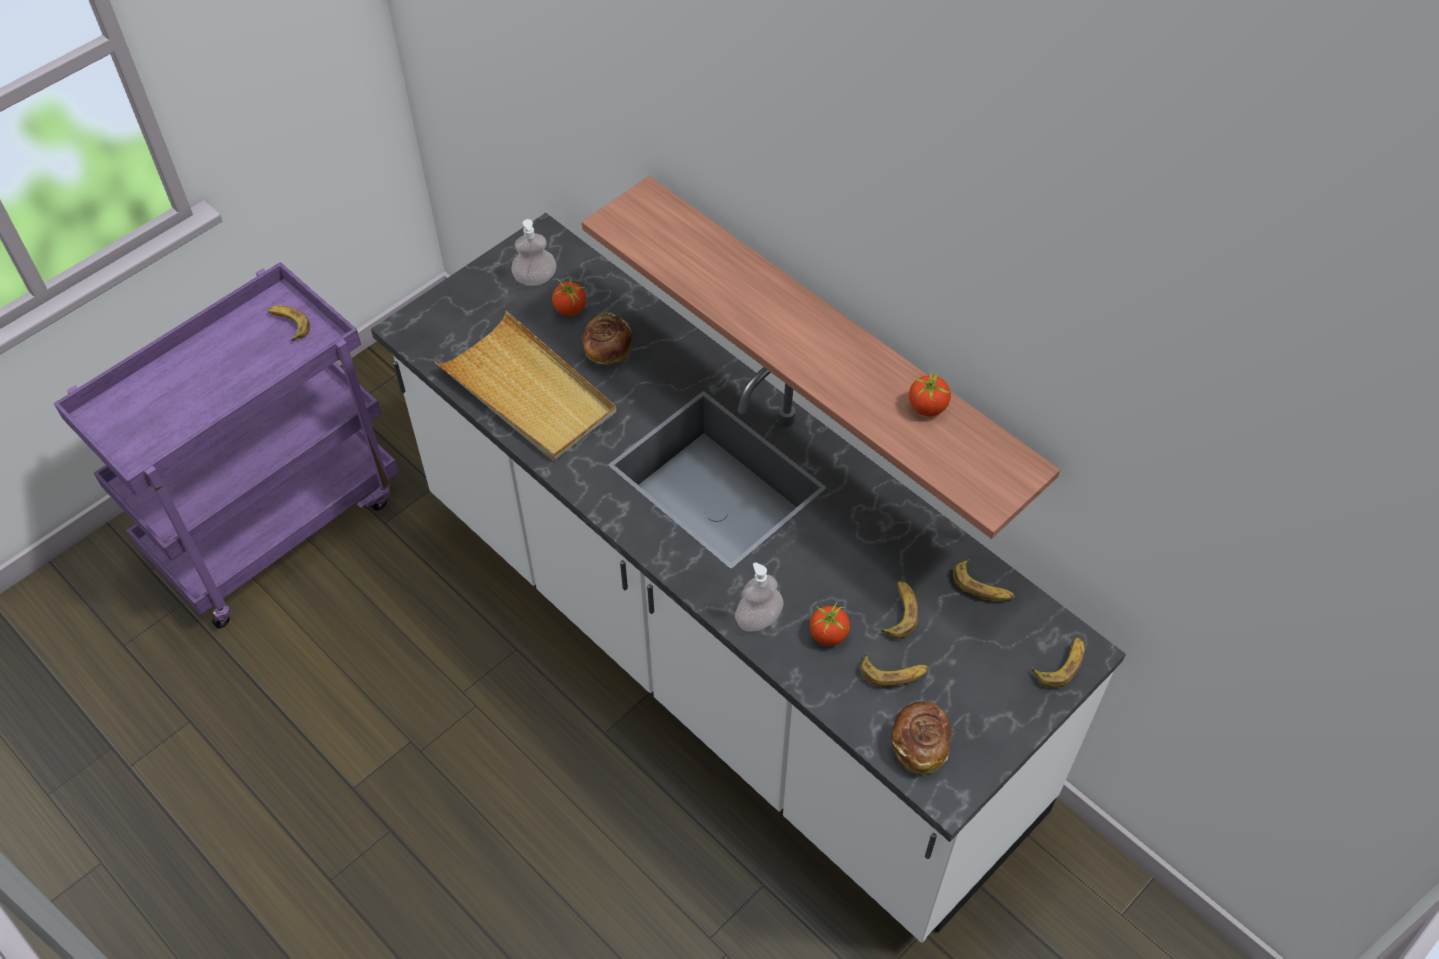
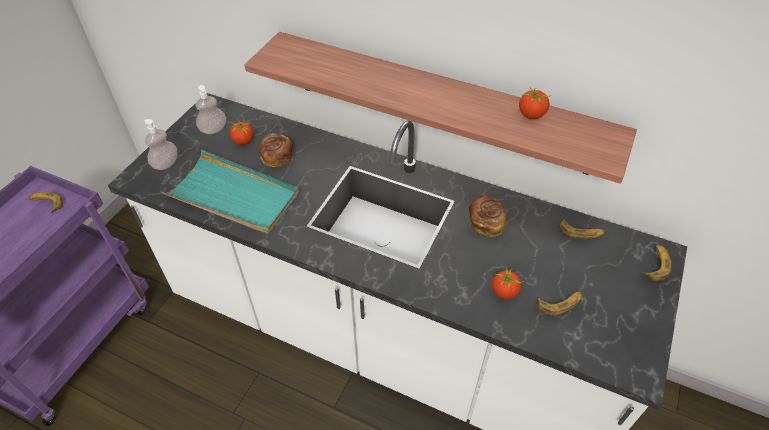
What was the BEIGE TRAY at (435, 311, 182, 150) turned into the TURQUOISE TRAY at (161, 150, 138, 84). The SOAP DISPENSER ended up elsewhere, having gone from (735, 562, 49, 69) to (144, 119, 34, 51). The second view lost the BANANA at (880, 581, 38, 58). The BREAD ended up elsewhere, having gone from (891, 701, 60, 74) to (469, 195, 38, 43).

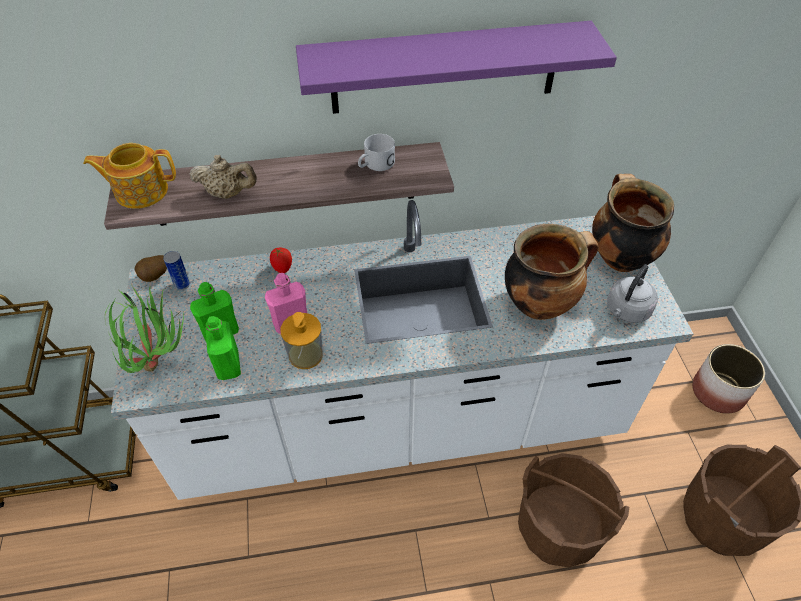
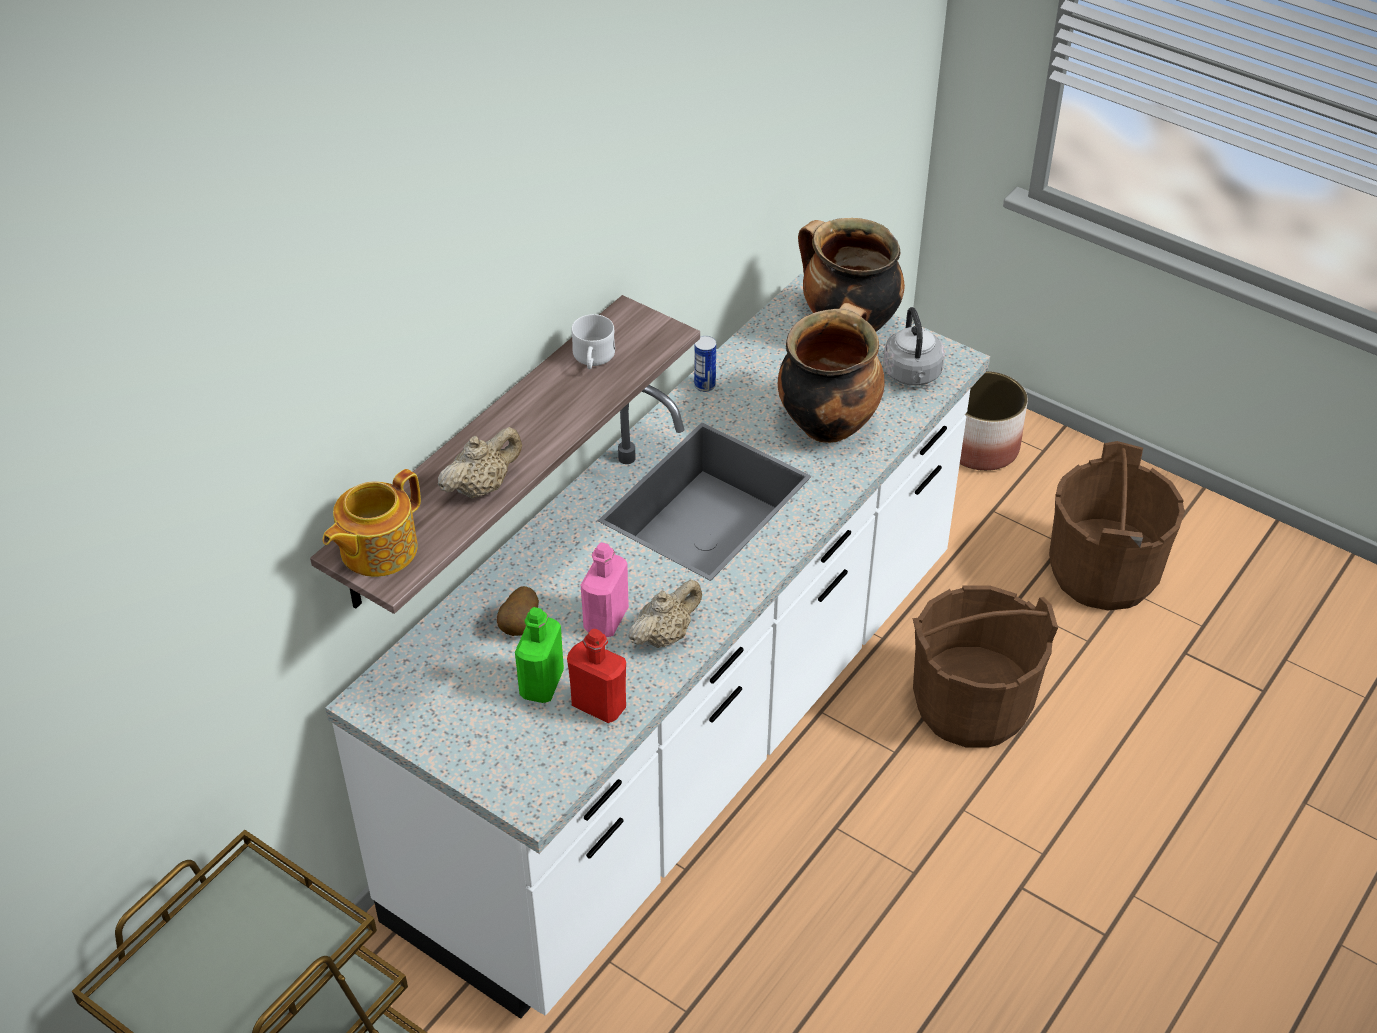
The second view lost the PURPLE SHELF at (296, 21, 321, 93). The second view lost the TOMATO at (270, 248, 22, 25). The CAN ended up elsewhere, having gone from (163, 251, 27, 39) to (694, 336, 22, 56). The POTATO ended up elsewhere, having gone from (134, 255, 33, 27) to (497, 586, 42, 50). The second view lost the POTTED PLANT at (105, 284, 79, 89). Where the SOAP DISPENSER stood at (280, 312, 43, 57), the BEIGE TEAPOT came to stand at (628, 580, 74, 68). What was the GREEN BOTTLE at (205, 316, 36, 64) turned into the RED BOTTLE at (567, 629, 59, 94).

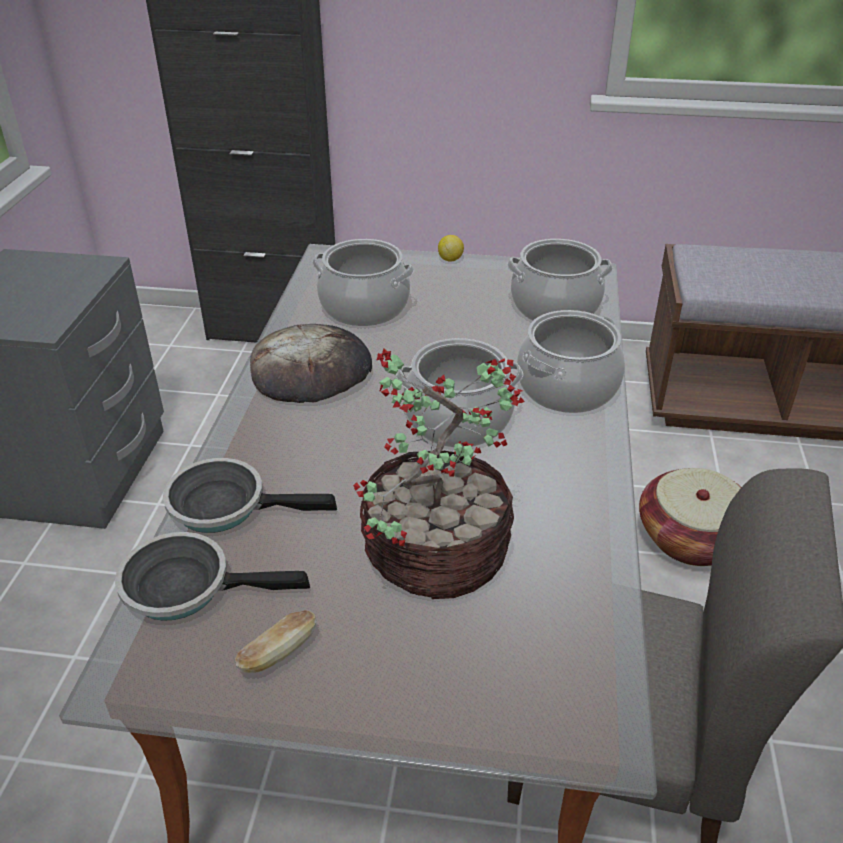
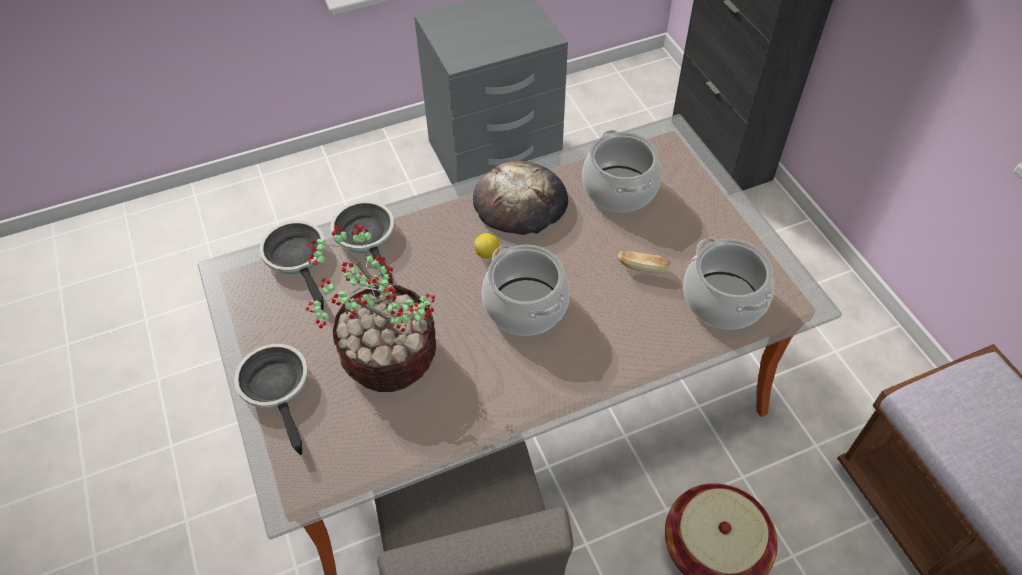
The LEMON ended up elsewhere, having gone from (438, 235, 26, 27) to (474, 233, 26, 26). The second view lost the COOKING POT at (517, 310, 108, 103). The BREAD ended up elsewhere, having gone from (235, 610, 81, 63) to (618, 251, 53, 22). The second view gained the FRYING PAN at (234, 344, 74, 111).

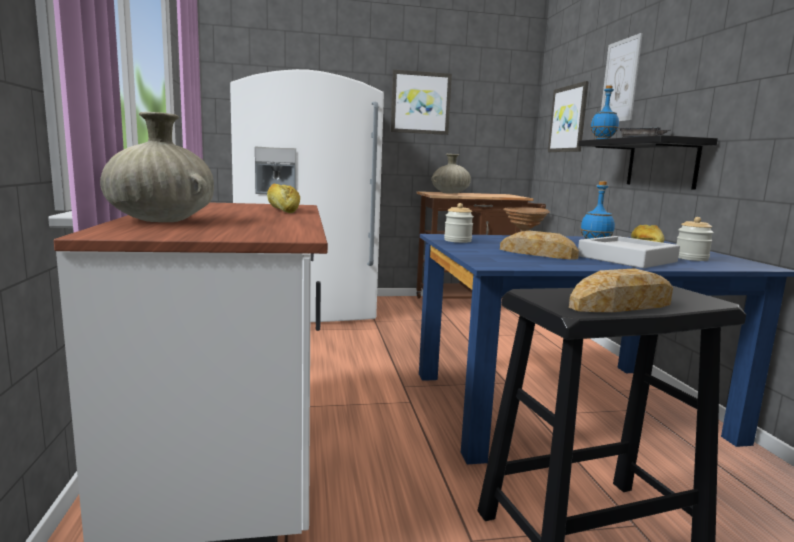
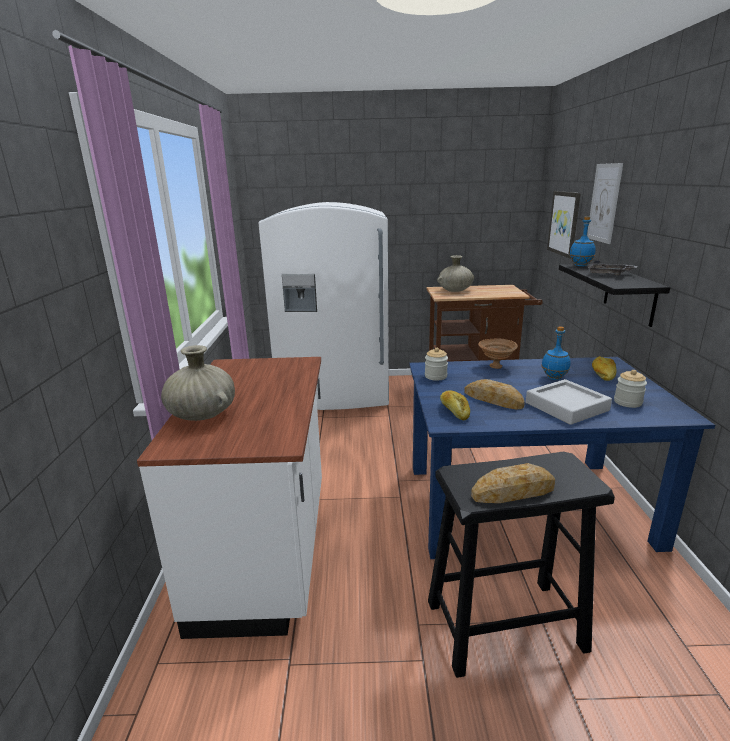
The second view lost the PICTURE at (391, 70, 61, 65). The BREAD ended up elsewhere, having gone from (267, 184, 33, 29) to (440, 390, 30, 30).

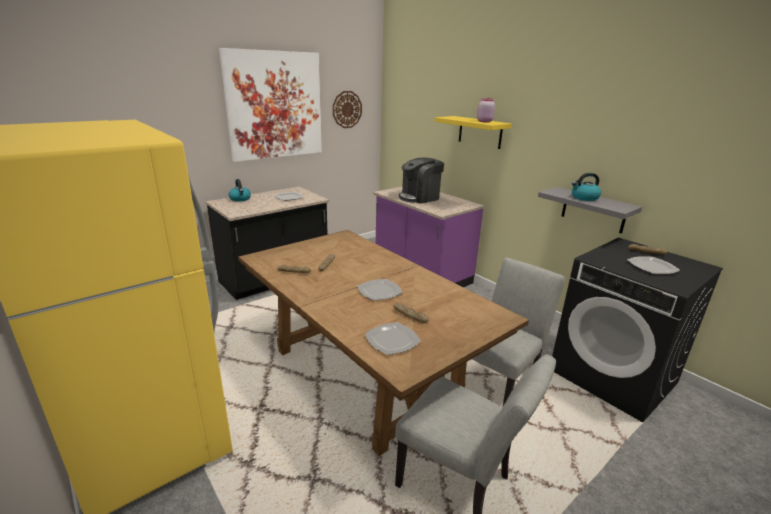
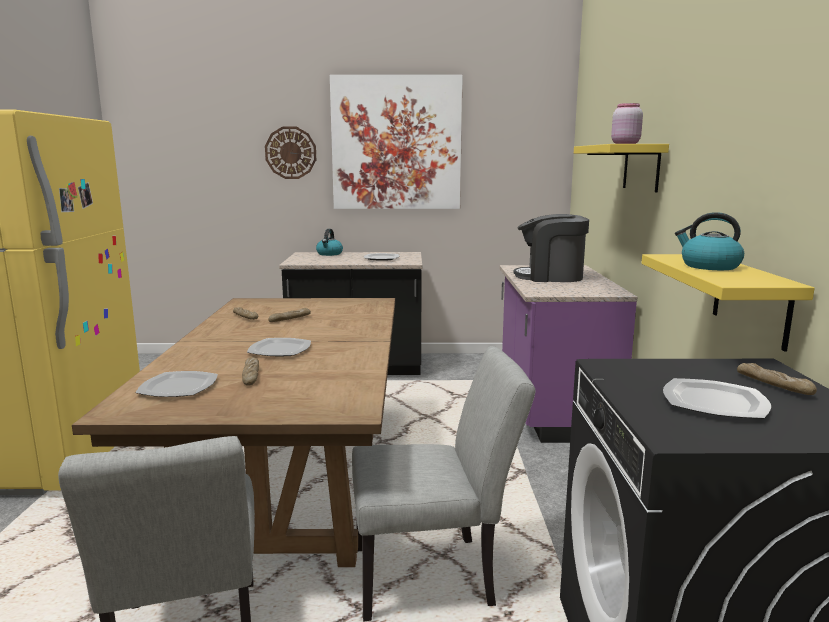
The WALL CLOCK ended up elsewhere, having gone from (333, 91, 29, 37) to (265, 126, 51, 53). What was the GREY SHELF at (538, 187, 104, 47) turned into the YELLOW SHELF at (641, 254, 174, 97).

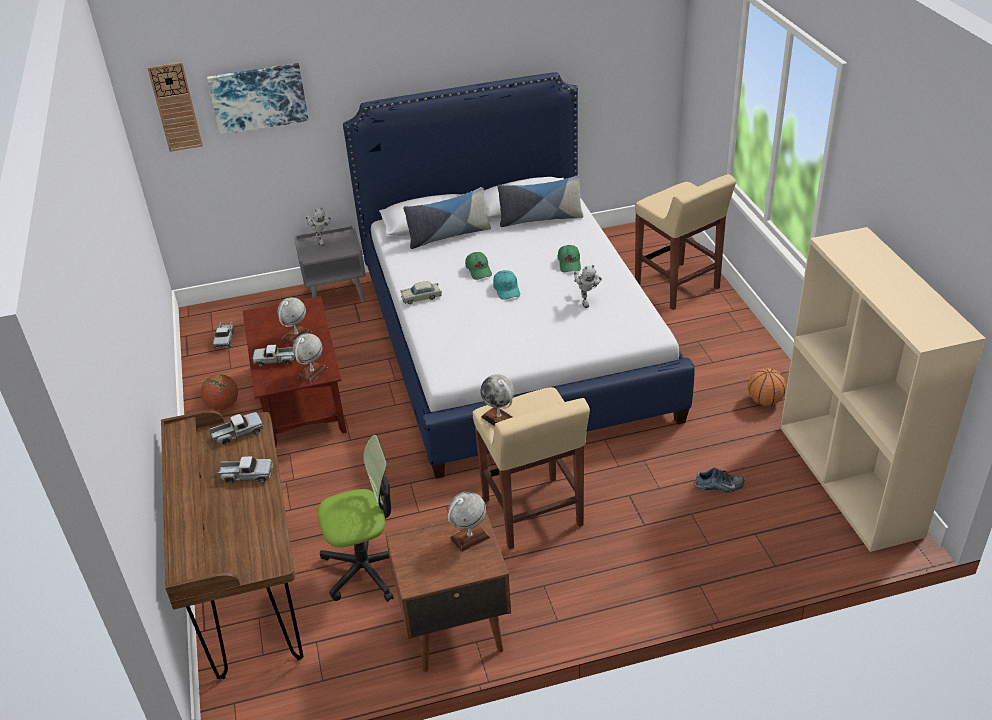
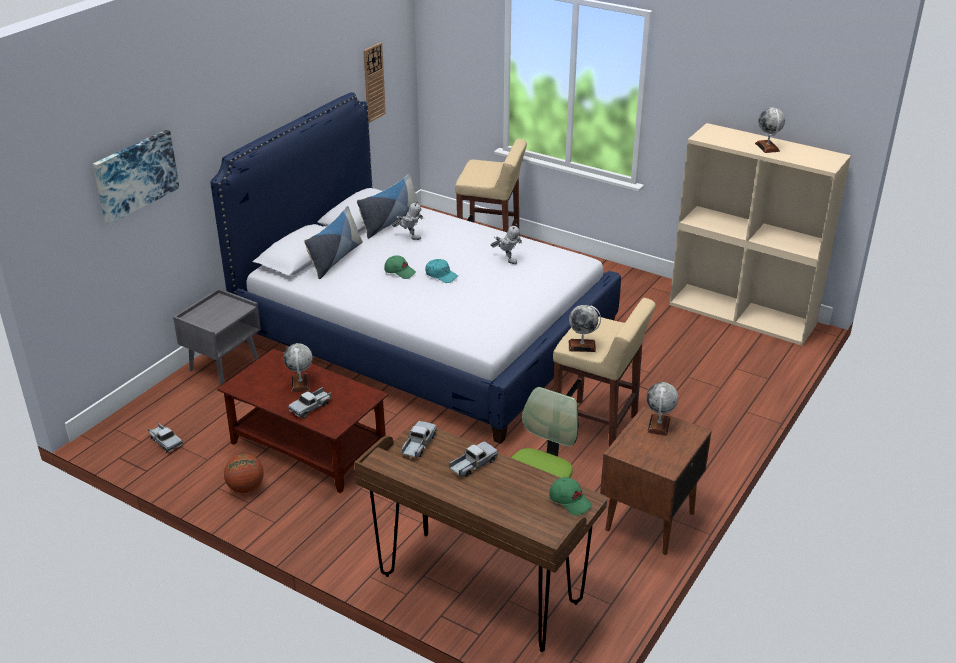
The WALL CLOCK ended up elsewhere, having gone from (147, 62, 56, 90) to (363, 42, 23, 81). The TOY ROBOT ended up elsewhere, having gone from (305, 207, 26, 39) to (392, 201, 32, 39). The GREEN CAP ended up elsewhere, having gone from (558, 245, 23, 27) to (549, 477, 43, 39). The second view lost the BEIGE TOY CAR at (401, 281, 41, 23). The GLOBE ended up elsewhere, having gone from (293, 333, 35, 50) to (755, 108, 30, 45). The second view lost the BASKETBALL at (748, 368, 38, 38). The second view lost the SHOE at (695, 468, 49, 25).

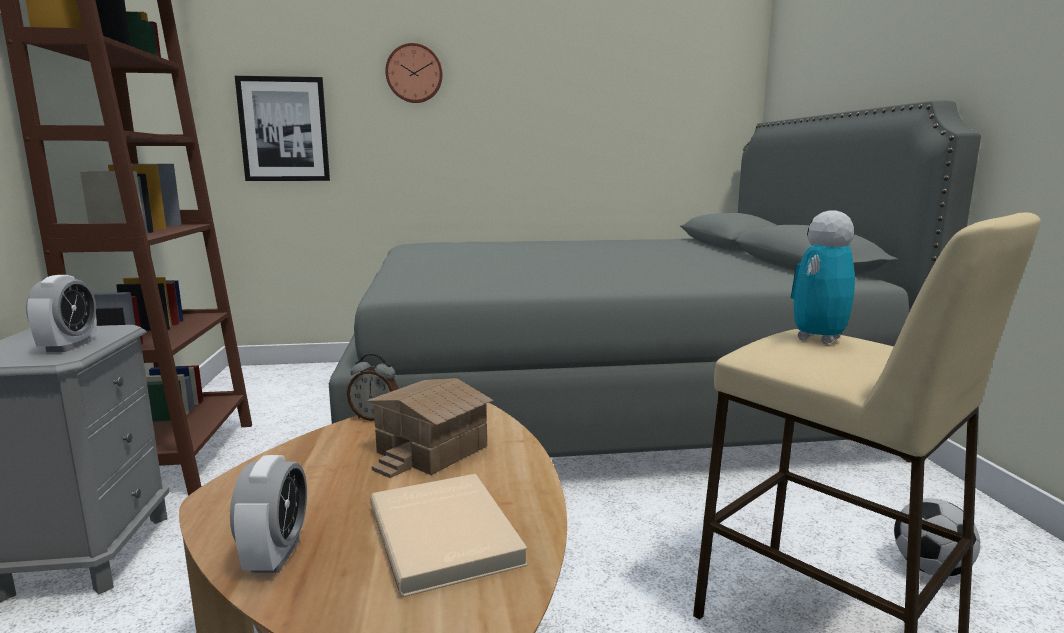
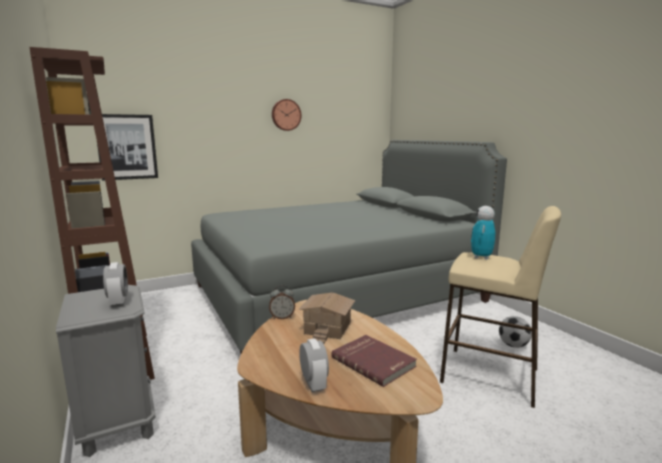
The WALL CLOCK ended up elsewhere, having gone from (385, 43, 58, 60) to (272, 99, 30, 32). What was the BEIGE BOOK at (370, 474, 157, 123) turned into the RED BOOK at (331, 335, 86, 52).

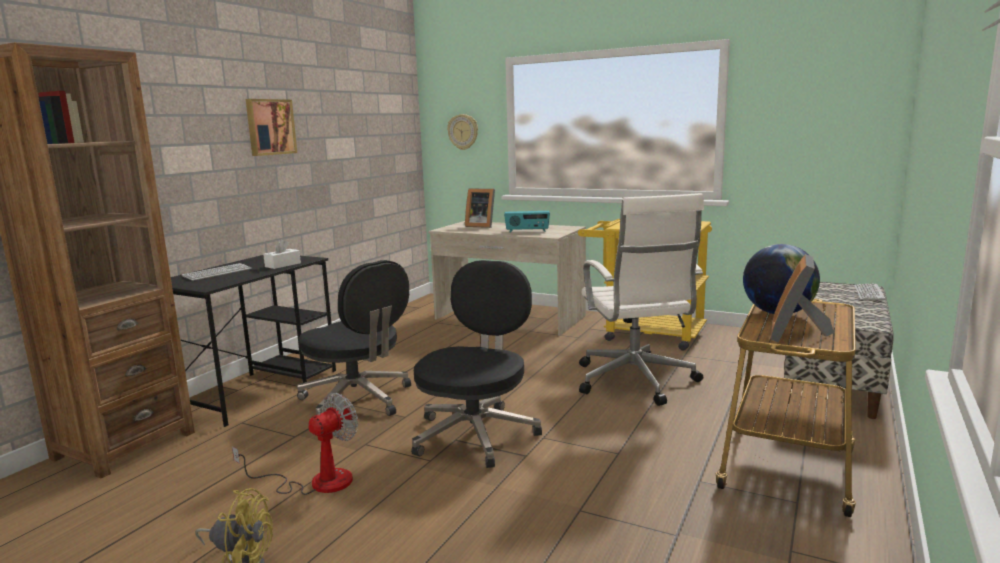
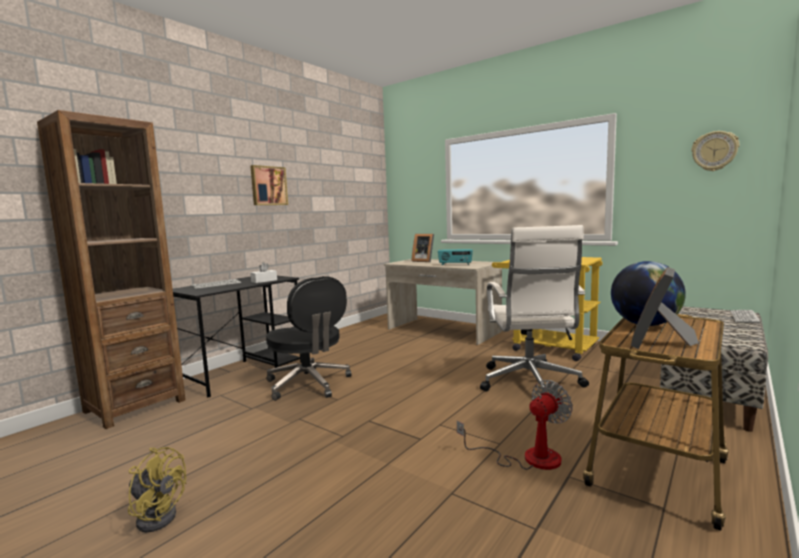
The WALL CLOCK ended up elsewhere, having gone from (447, 114, 31, 36) to (691, 131, 48, 40). The second view lost the BLACK OFFICE CHAIR at (411, 260, 131, 208). The FAN ended up elsewhere, having gone from (232, 393, 126, 102) to (457, 380, 116, 90).

